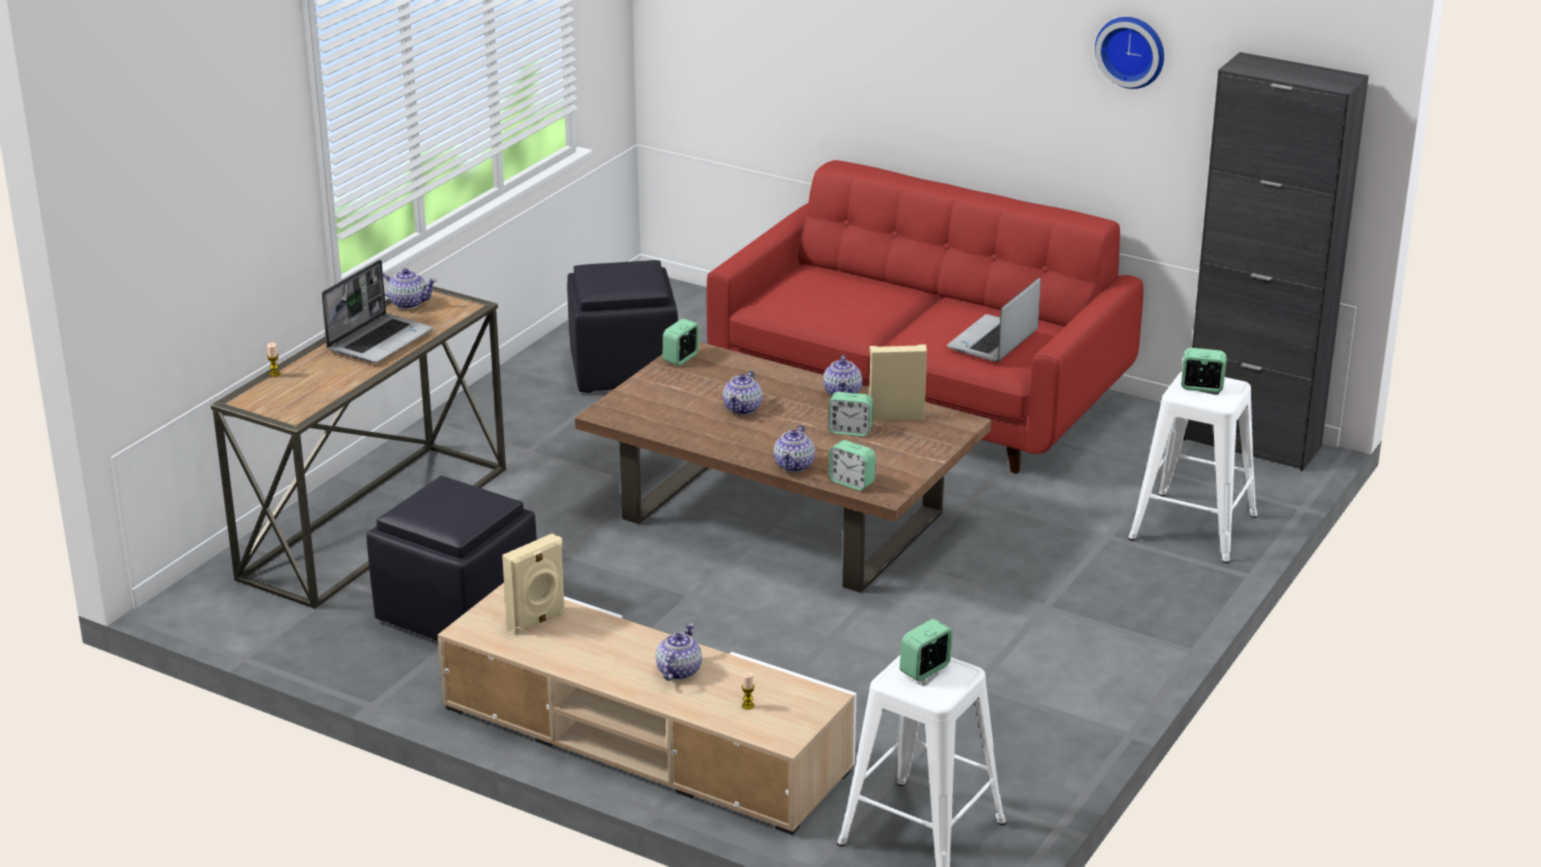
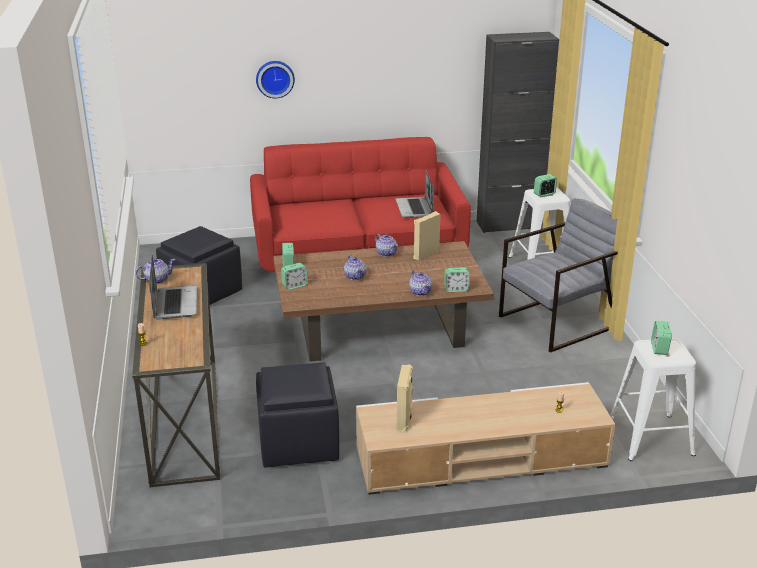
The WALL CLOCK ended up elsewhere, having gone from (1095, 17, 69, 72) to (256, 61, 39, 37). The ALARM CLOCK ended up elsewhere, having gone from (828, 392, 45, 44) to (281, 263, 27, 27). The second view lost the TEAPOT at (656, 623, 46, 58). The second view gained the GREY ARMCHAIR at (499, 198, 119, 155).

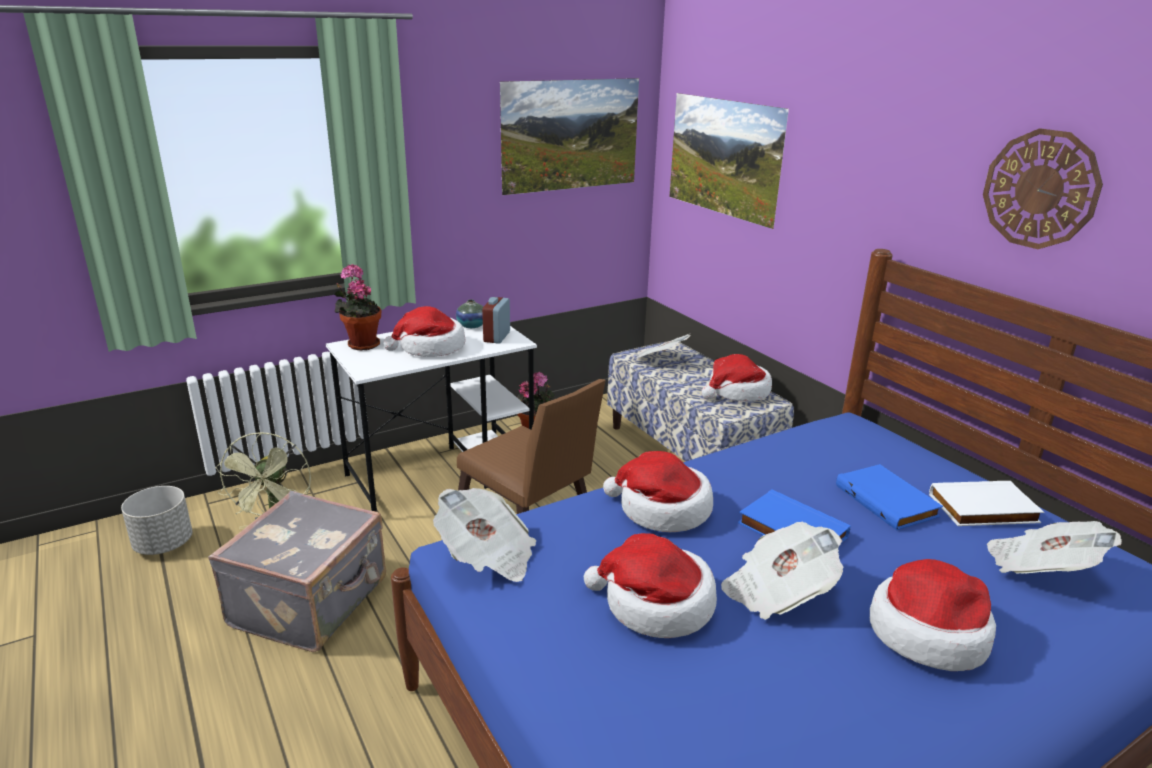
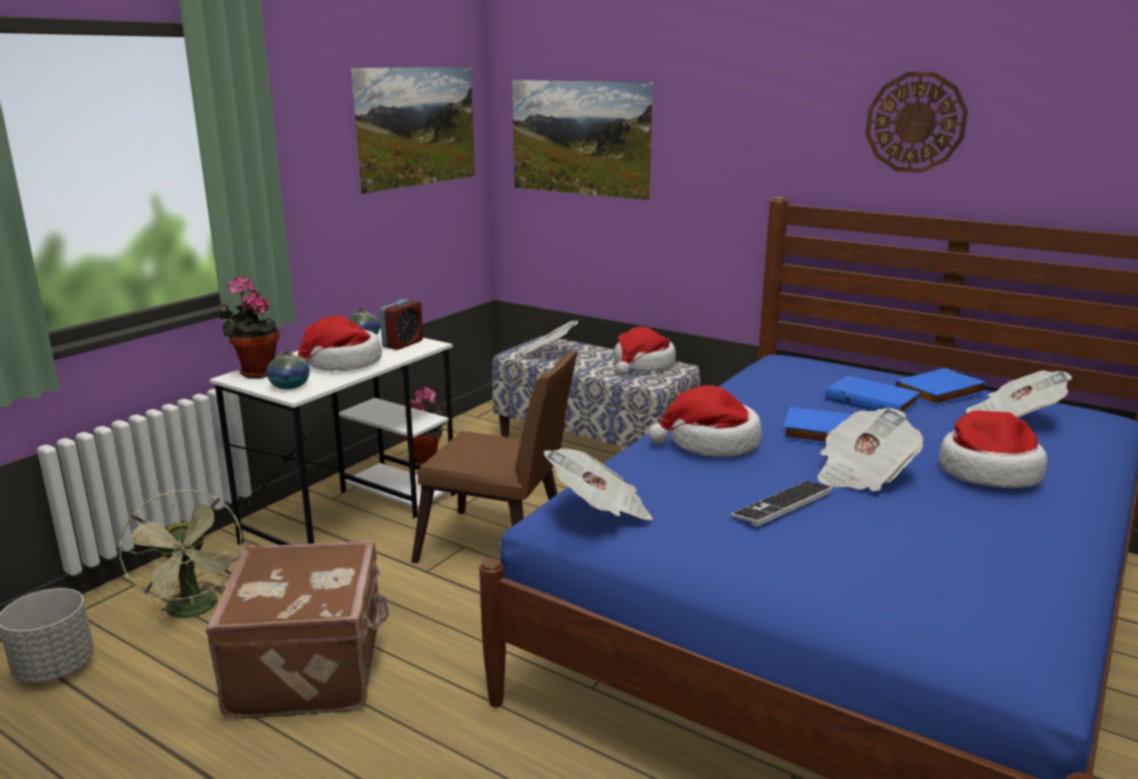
The ALARM CLOCK at (482, 297, 28, 47) ended up facing another way, 135 degrees counterclockwise from before. What was the WHITE BOOK at (929, 481, 115, 45) turned into the BLUE BOOK at (895, 368, 91, 38). What was the GREY SUITCASE at (208, 491, 178, 161) turned into the BROWN SUITCASE at (206, 540, 183, 179). Where the HAT stood at (584, 533, 133, 105), the KEYBOARD came to stand at (731, 481, 102, 46). The second view gained the VASE at (267, 351, 43, 38).

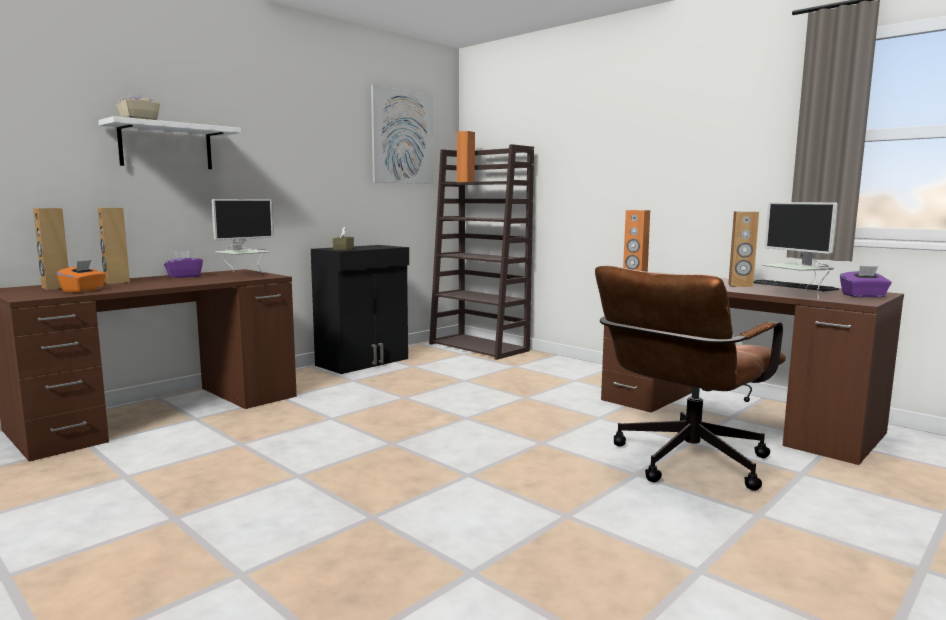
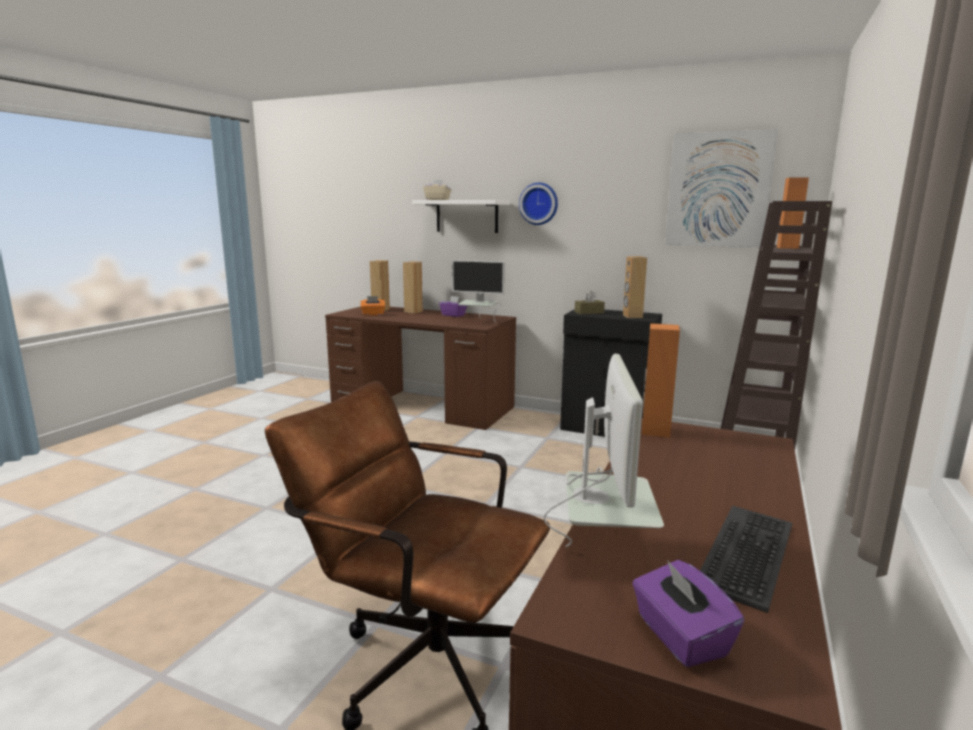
The MONITOR at (763, 202, 75, 97) ended up facing another way, 135 degrees clockwise from before. The BROWN SPEAKER ended up elsewhere, having gone from (728, 211, 31, 77) to (623, 256, 24, 62). The second view gained the WALL CLOCK at (519, 183, 39, 42).

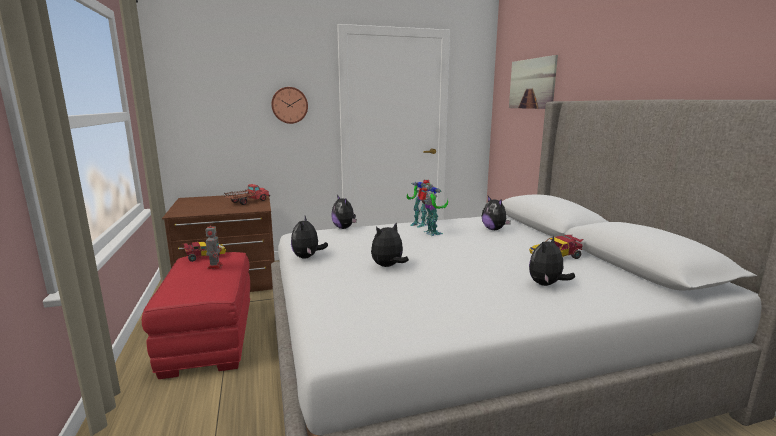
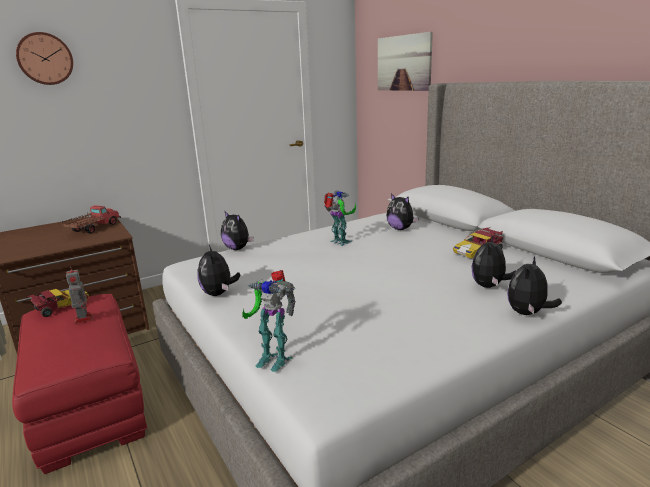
The WALL CLOCK ended up elsewhere, having gone from (271, 87, 37, 37) to (16, 32, 57, 53). The TOY ROBOT ended up elsewhere, having gone from (407, 180, 26, 48) to (242, 270, 54, 102). The PLUSH TOY ended up elsewhere, having gone from (371, 222, 38, 45) to (507, 257, 55, 58).

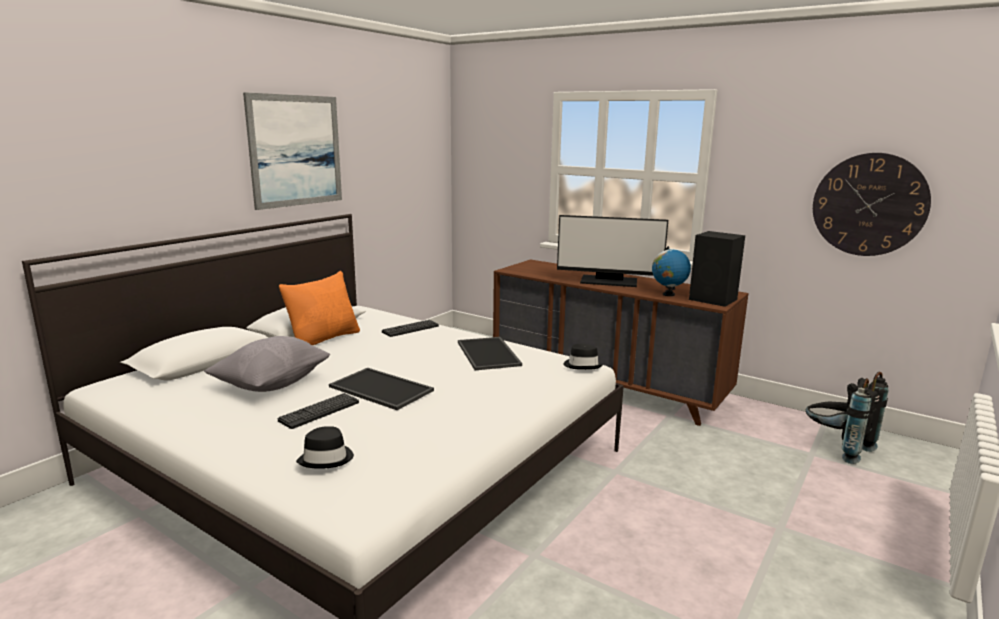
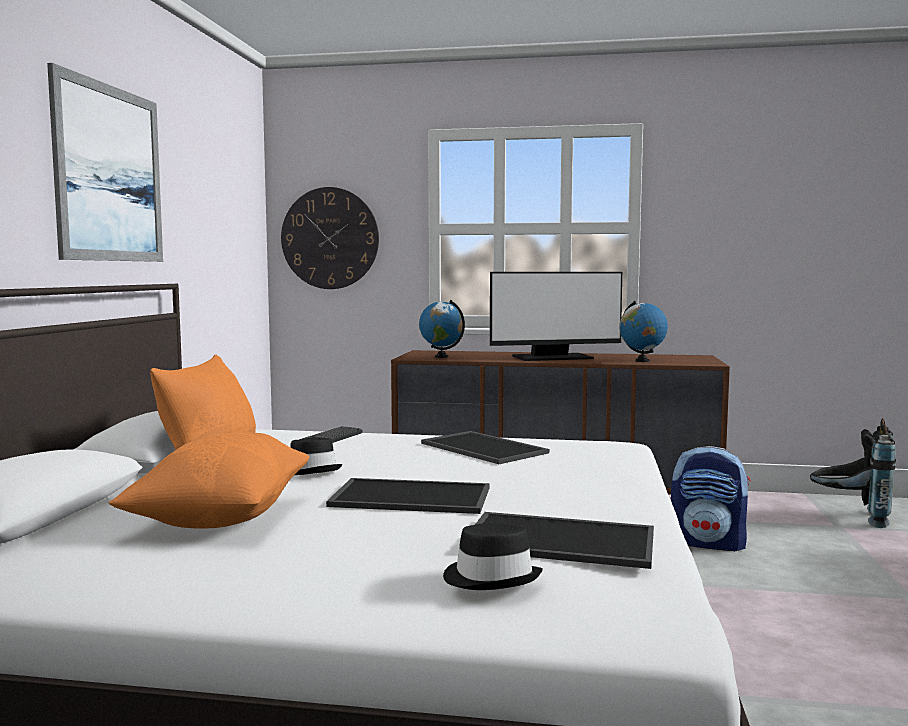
The WALL CLOCK ended up elsewhere, having gone from (813, 153, 118, 103) to (281, 187, 98, 102). The second view lost the BLACK SPEAKER at (689, 231, 56, 76). What was the GREY PILLOW at (204, 336, 126, 56) turned into the ORANGE PILLOW at (109, 432, 200, 97). The BLACK HAT ended up elsewhere, having gone from (564, 344, 39, 26) to (290, 438, 53, 37). The second view lost the KEYBOARD at (278, 393, 81, 36). The second view gained the GLOBE at (419, 300, 46, 58). The second view gained the BACKPACK at (671, 446, 80, 106). The second view gained the TRAY at (475, 512, 179, 57).

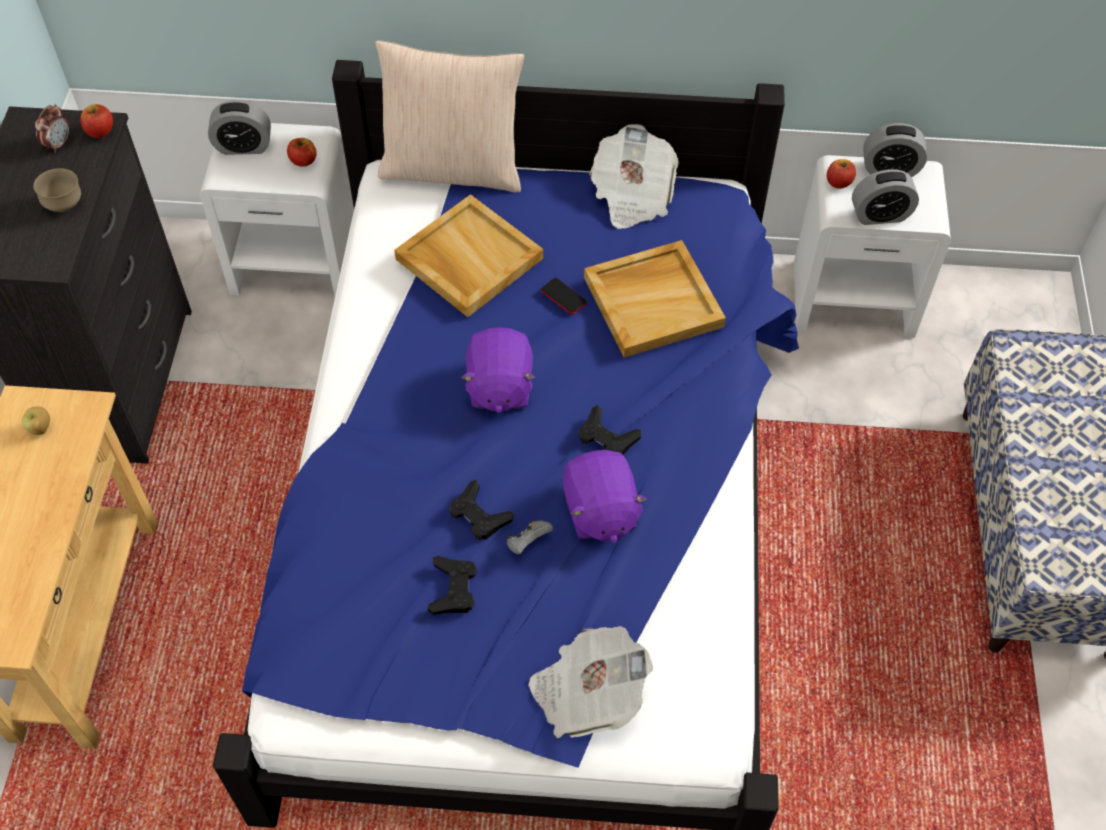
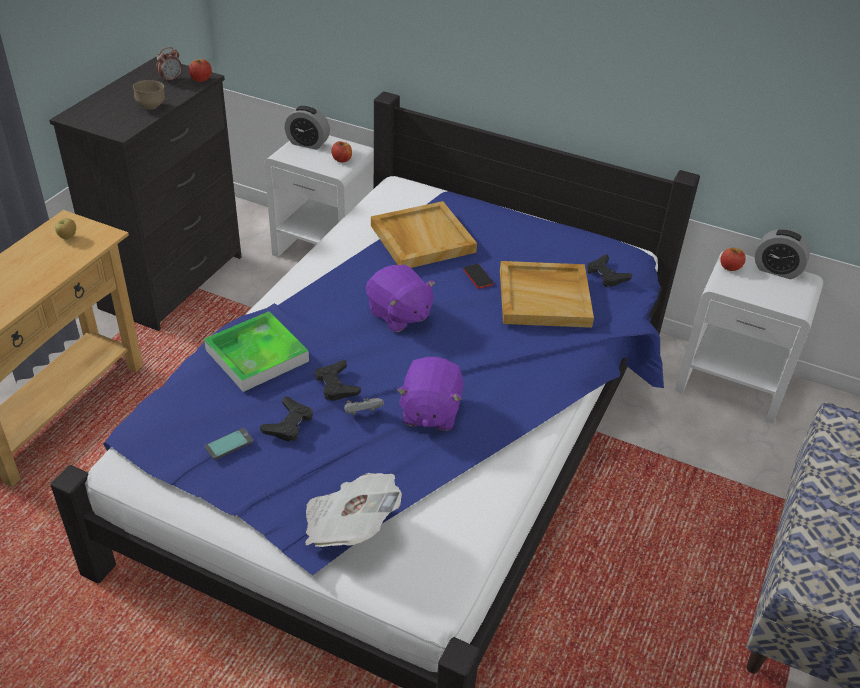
The second view lost the BEIGE PILLOW at (375, 40, 149, 153). The second view lost the NEWSPAPER at (590, 124, 89, 105). The second view lost the ALARM CLOCK at (852, 169, 67, 56). The PURPLE PLUSH TOY at (461, 327, 75, 86) ended up facing another way, 60 degrees counterclockwise from before. The BLACK GAME CONTROLLER ended up elsewhere, having gone from (578, 405, 63, 50) to (587, 254, 45, 33). The second view gained the TRAY at (204, 311, 105, 81). The second view gained the PHONE at (205, 428, 48, 32).

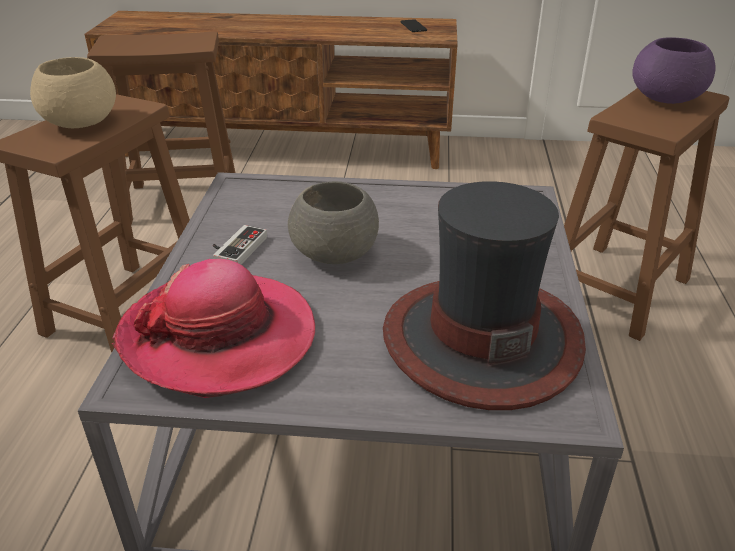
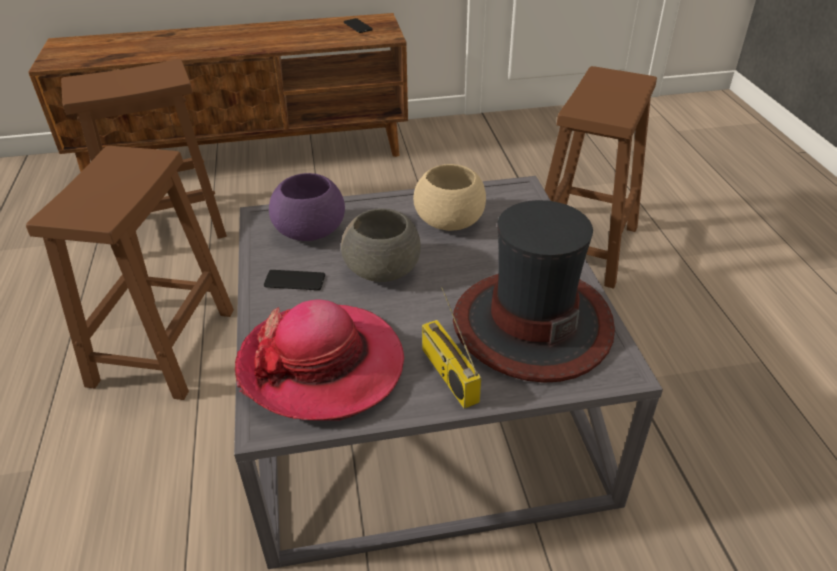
The PURPLE BOWL ended up elsewhere, having gone from (632, 37, 84, 67) to (269, 173, 76, 68). The BEIGE BOWL ended up elsewhere, having gone from (30, 57, 86, 71) to (413, 164, 73, 67). Where the GAME CONTROLLER stood at (213, 225, 54, 39), the PHONE came to stand at (264, 270, 61, 20). The second view gained the RADIO at (422, 287, 59, 122).

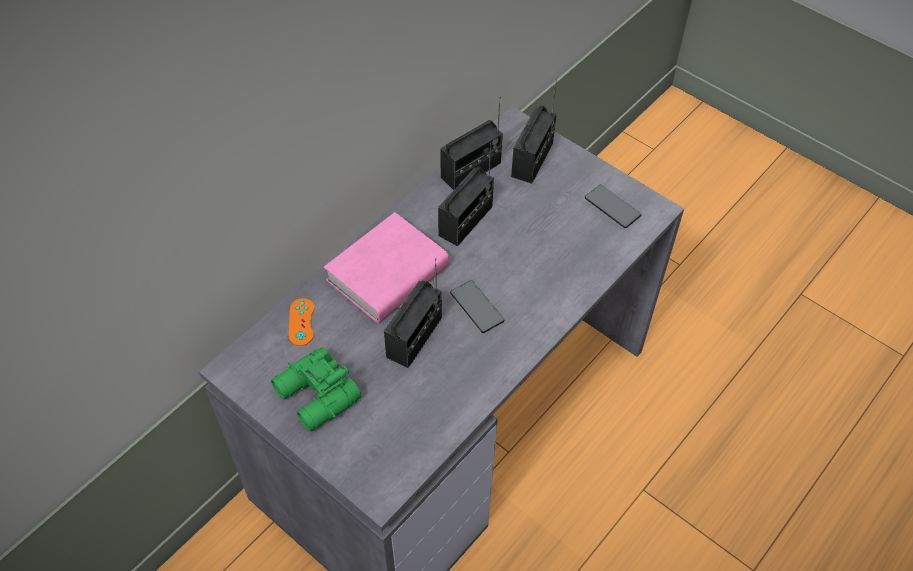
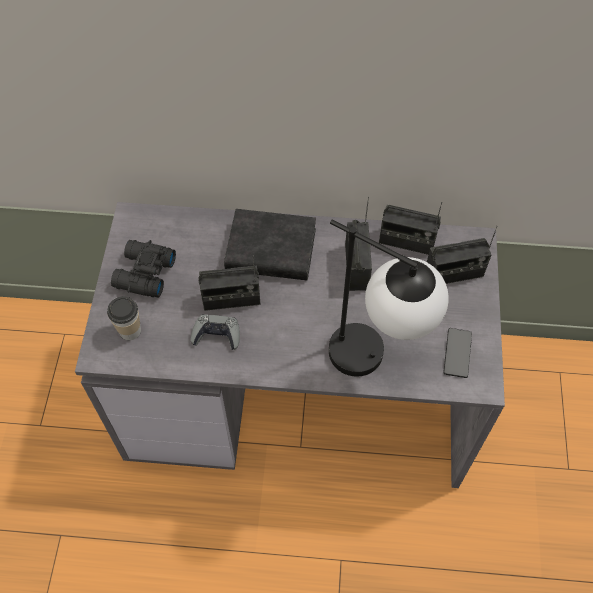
The RADIO at (438, 143, 56, 103) ended up facing another way, 90 degrees counterclockwise from before. What was the PINK BOOK at (324, 212, 126, 111) turned into the BLACK BOOK at (224, 209, 92, 71). The second view lost the PHONE at (450, 280, 54, 53). The second view lost the ORANGE GAME CONTROLLER at (289, 298, 25, 48). What was the GREEN BINOCULARS at (271, 347, 90, 85) turned into the BLACK BINOCULARS at (111, 240, 65, 58). The second view gained the TABLE LAMP at (329, 219, 120, 158). The second view gained the CUP at (107, 296, 34, 44). The second view gained the GREY GAME CONTROLLER at (191, 314, 49, 36).

